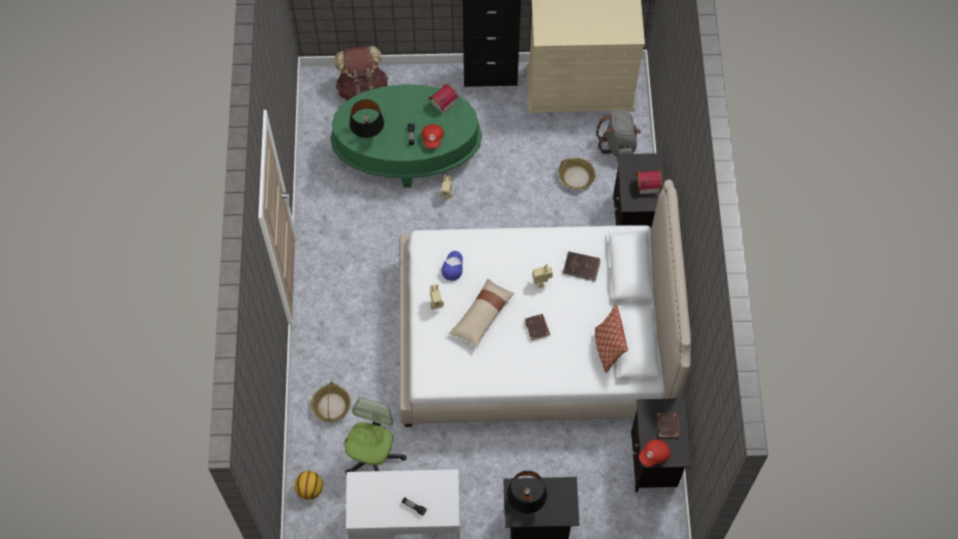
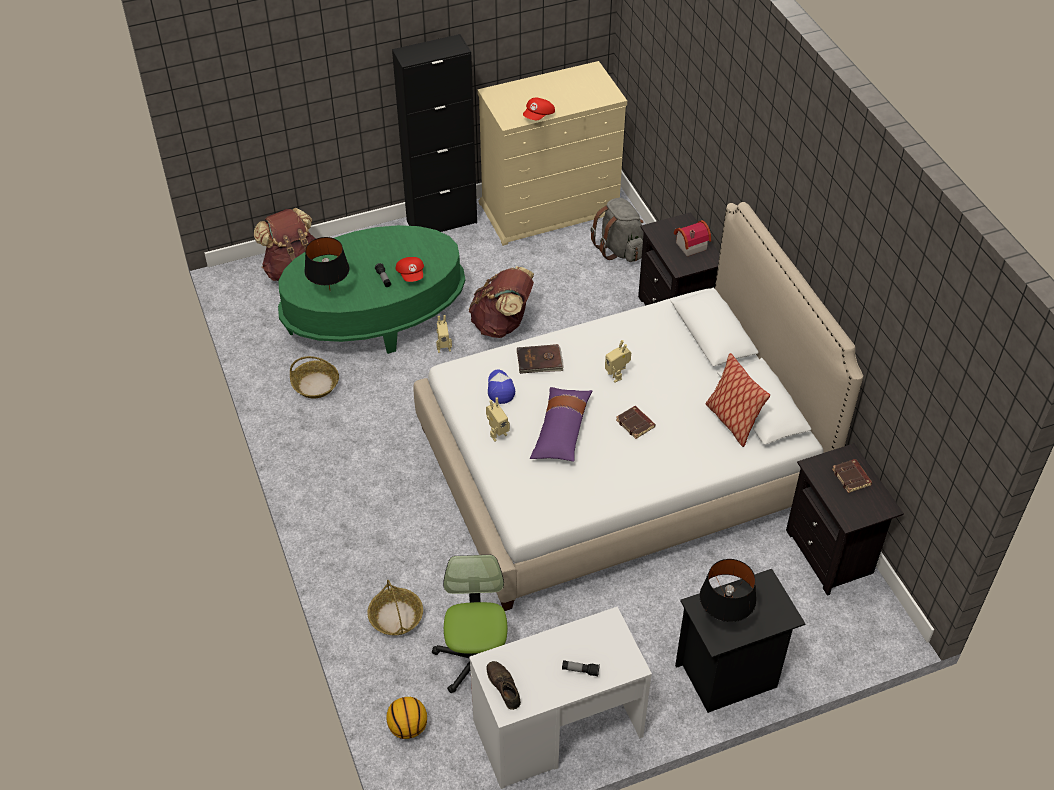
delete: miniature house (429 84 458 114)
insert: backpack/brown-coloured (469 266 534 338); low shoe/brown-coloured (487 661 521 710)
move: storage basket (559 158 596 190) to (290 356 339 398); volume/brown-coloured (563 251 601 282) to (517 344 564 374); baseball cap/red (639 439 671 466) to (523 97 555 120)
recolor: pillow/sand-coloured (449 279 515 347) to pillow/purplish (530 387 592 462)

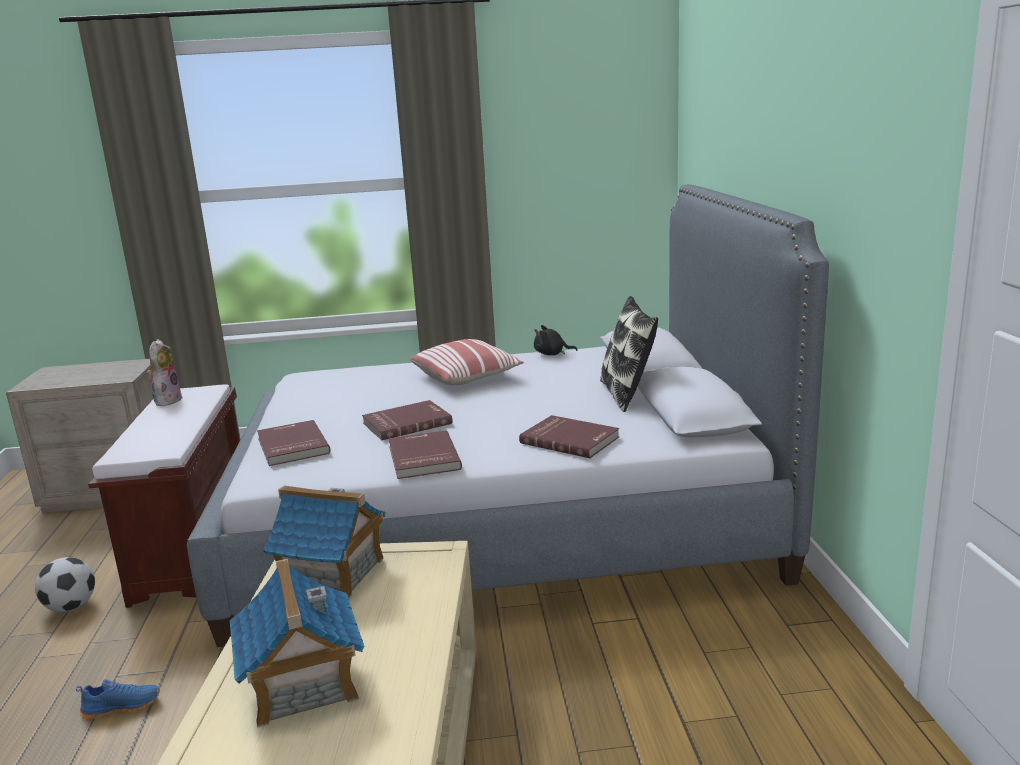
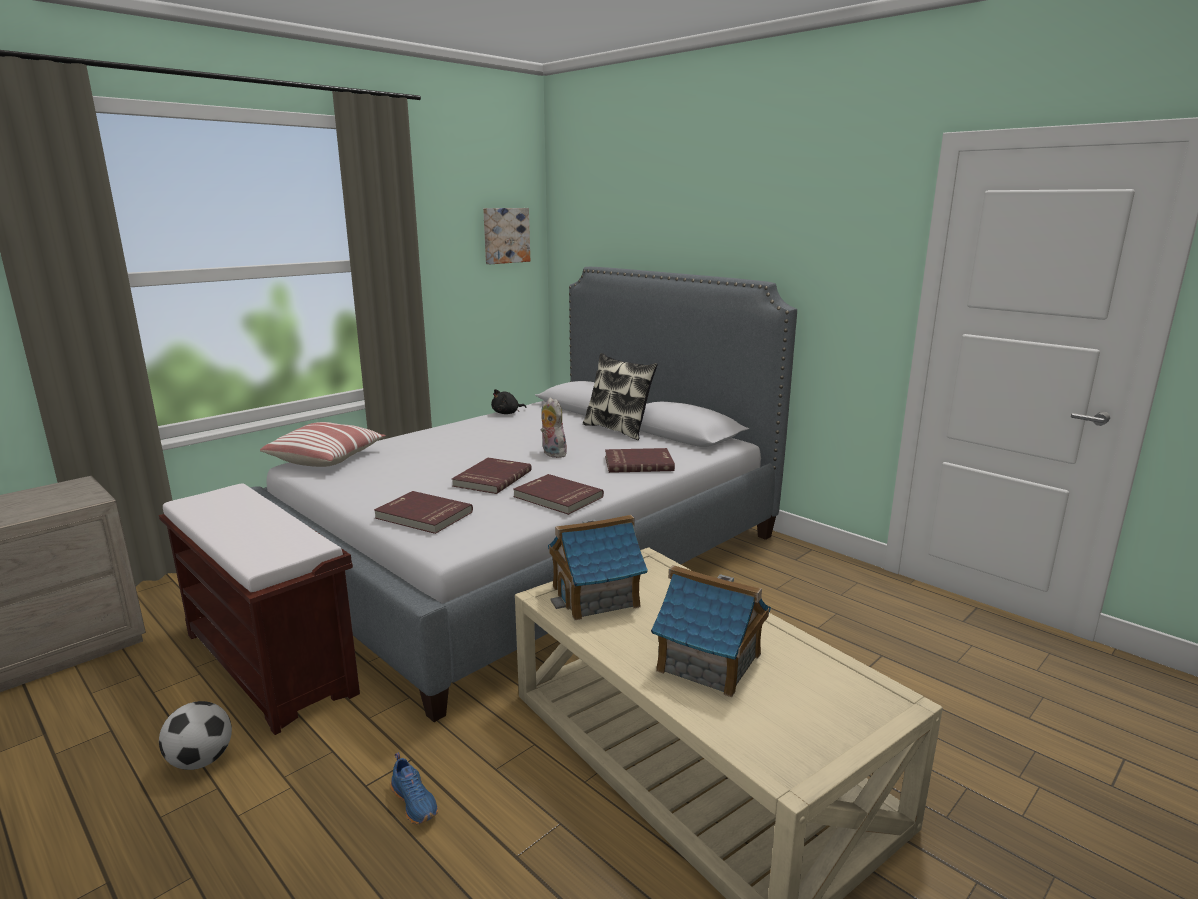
insert: picture (483 208 530 264)
move: pillow (410 339 524 385) to (260 422 386 467); plush toy (147 339 183 406) to (541 397 567 458)
rotate: low shoe/blue (76 679 160 719) = (390 753 438 825) 105 degrees clockwise

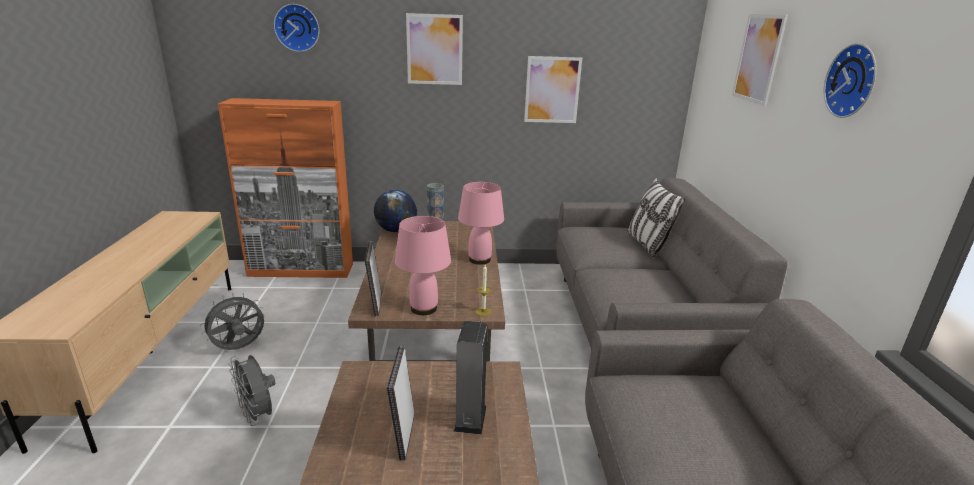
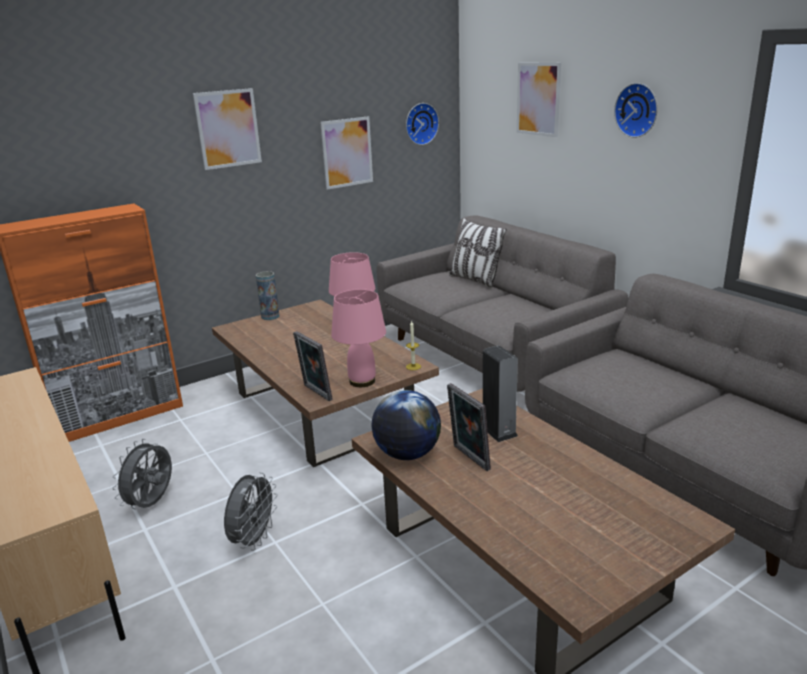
move: world globe (374 189 417 232) to (372 390 441 460); hanging clock (274 4 319 52) to (406 103 439 145)
rotate: cooling fan/greyish (229 355 276 426) = (224 472 278 551) 90 degrees counterclockwise

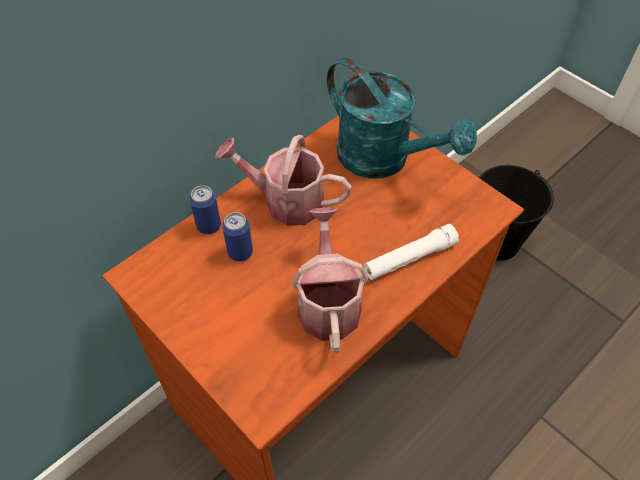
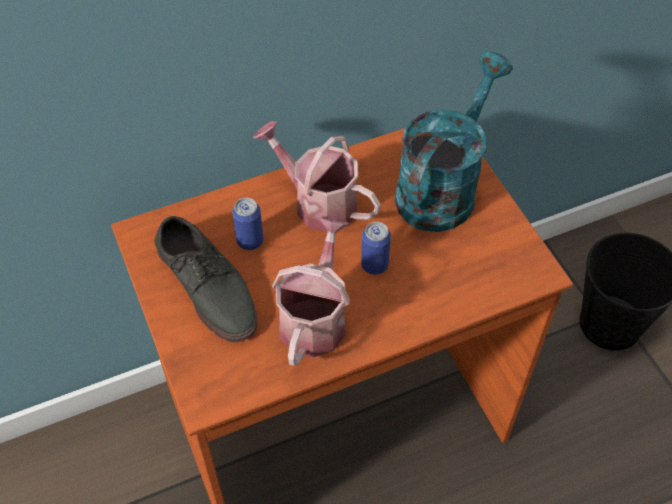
delete: flashlight/white-coloured (364 224 459 280)
insert: low shoe/greyish (154 216 258 342)
move: metal can (190 185 221 234) to (361 222 391 275)
rotate: watering can/turquoise-coloured (327 58 477 179) = (395 52 513 232) 120 degrees counterclockwise

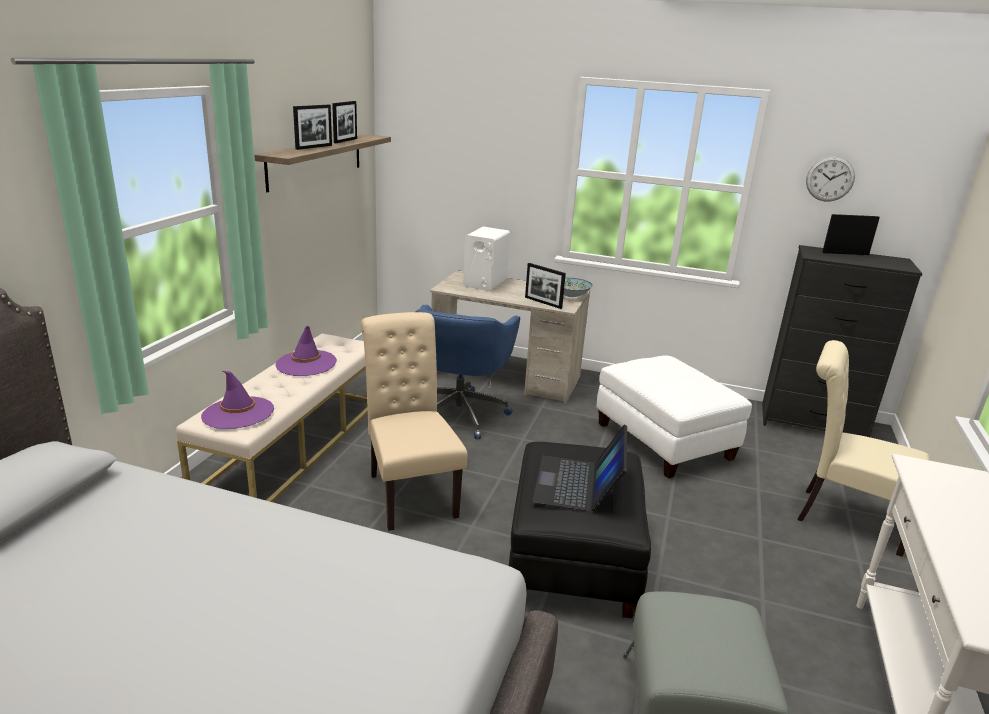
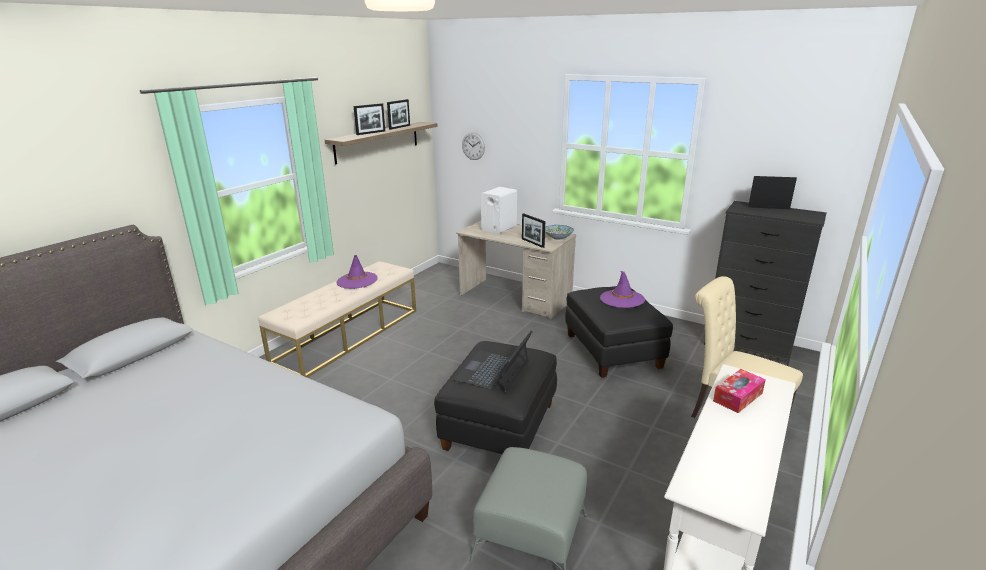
delete: upright chair/sand-coloured (361 312 467 531); desk chair/blue (415 305 520 439)
insert: tissue box (713 369 766 413)
move: hanging clock (806 156 855 202) to (462 132 485 160); wearable hat/purplish (201 371 274 429) to (600 271 645 308)
recolor: footrest/white-coloured (596 355 752 479) to footrest/black-coloured (565 286 673 378)

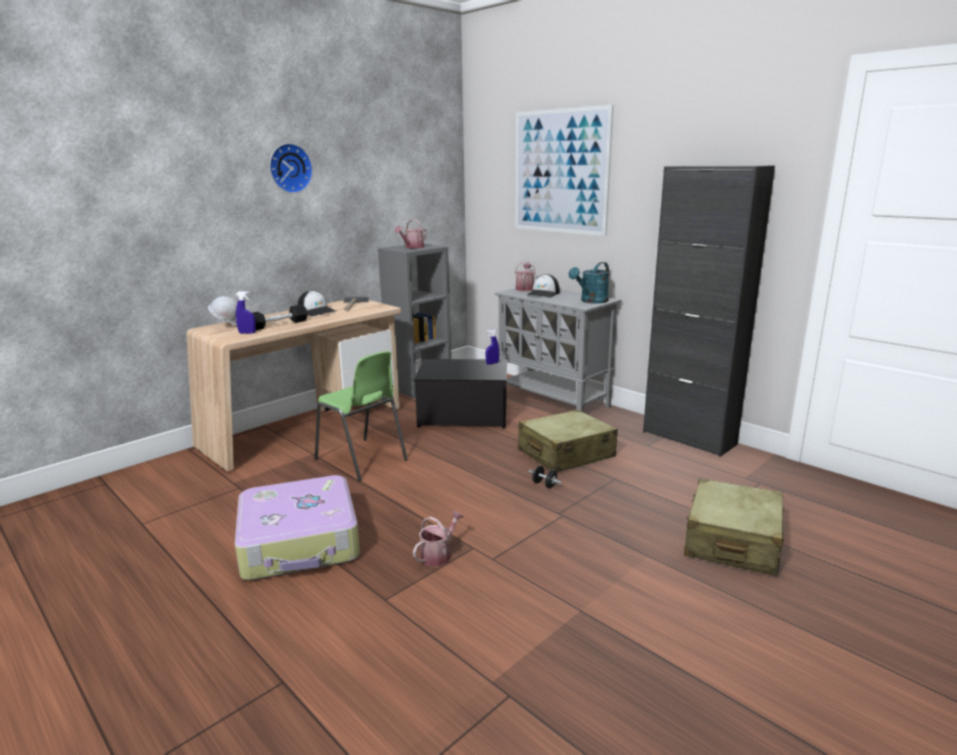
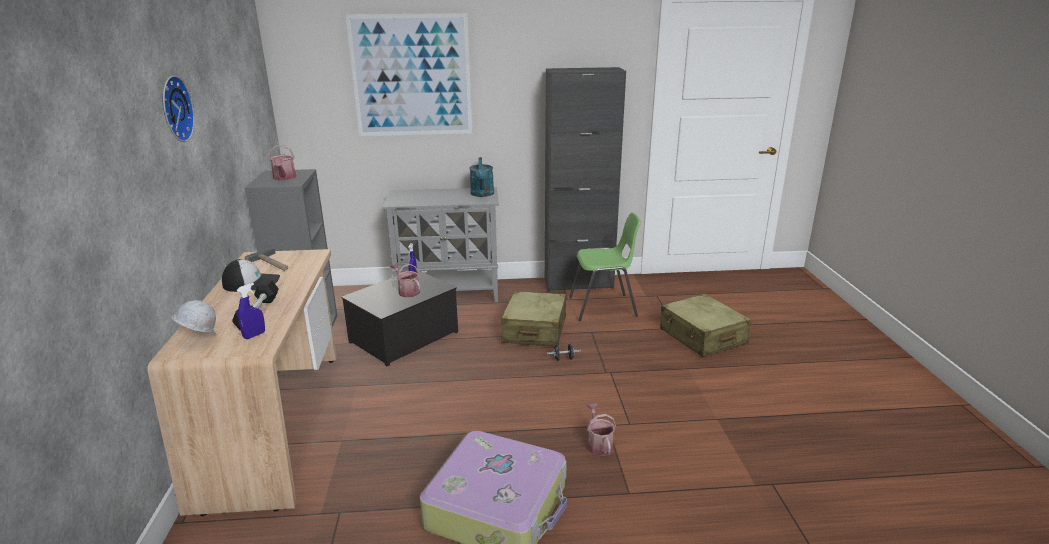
delete: baseball cap (527 274 560 298)
move: watering can (515 262 536 291) to (390 263 420 297); upright chair/green (315 351 408 481) to (569 212 641 321)

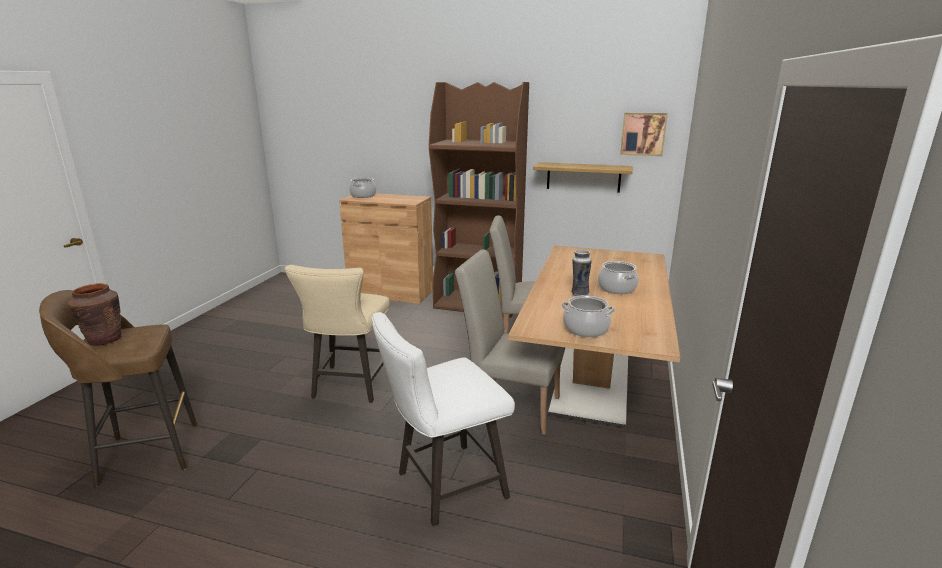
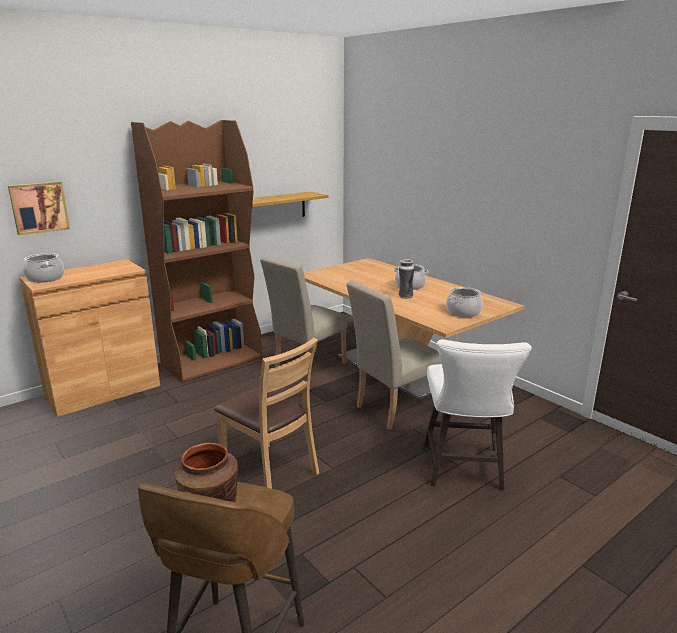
move: picture (620 113 668 156) to (8 181 70 235)
replace: stool seat/sand-coloured (285 265 390 403) to upright chair/brown-coloured (214 338 319 489)

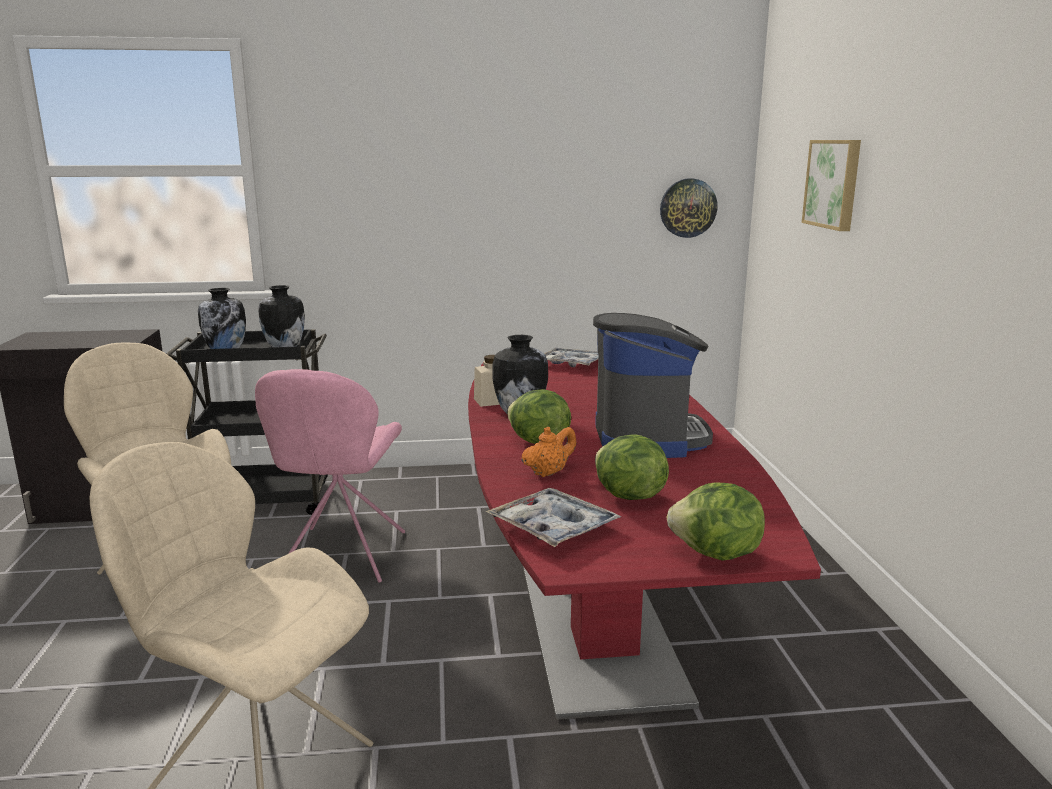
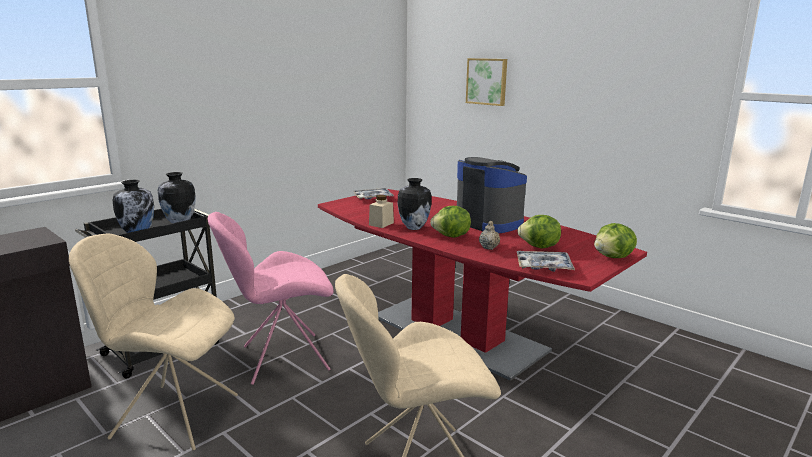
delete: hanging clock (660 178 718 238)
recolor: pot for tea/orange (521 427 576 477) to pot for tea/sand-coloured (479 221 500 250)
rotate: upright chair/pink-coloured (255 369 405 583) = (207 212 334 385) 105 degrees clockwise

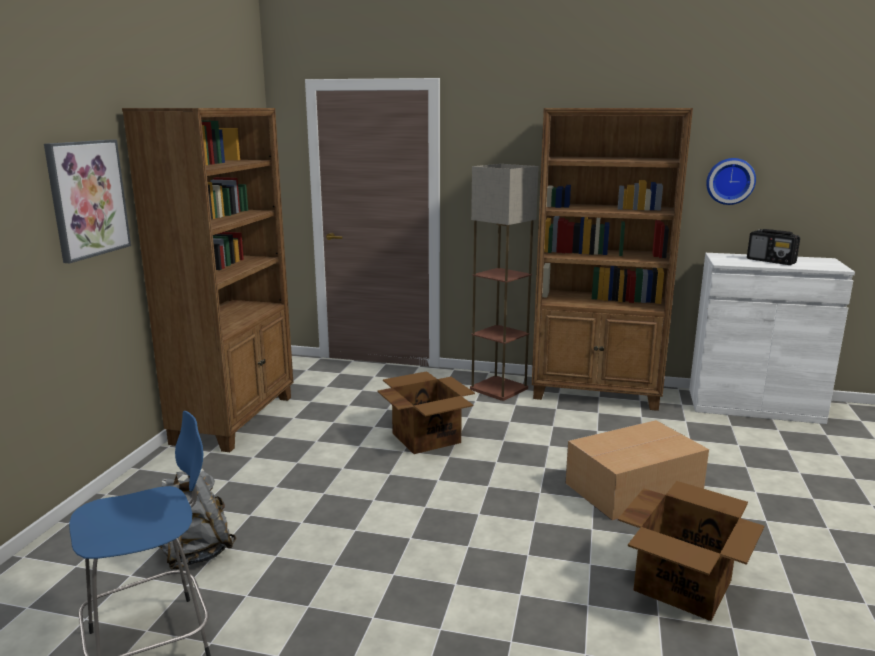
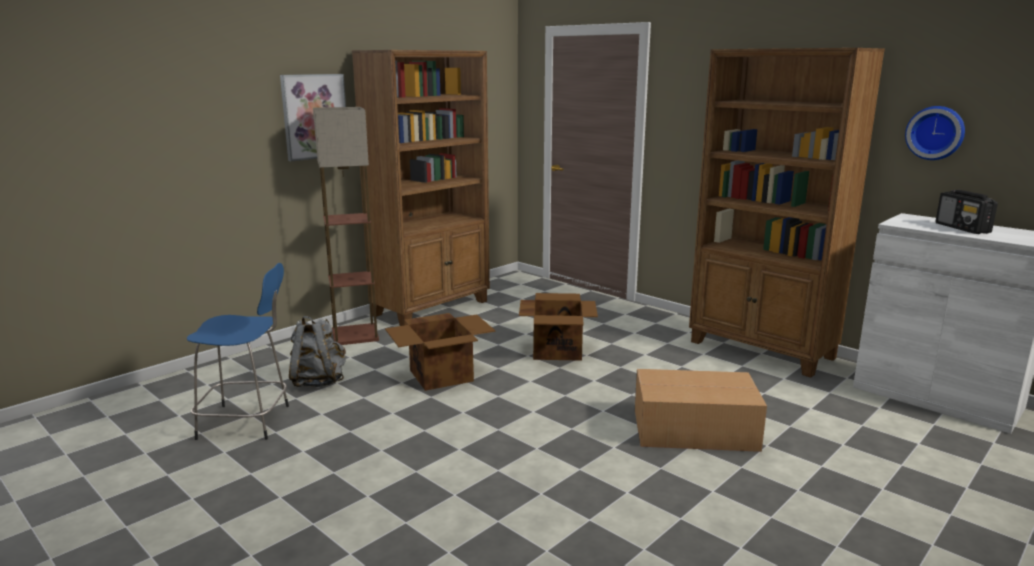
move: standard lamp (470 164 539 401) to (313 107 379 345); packing box (618 481 764 621) to (385 313 495 391)

